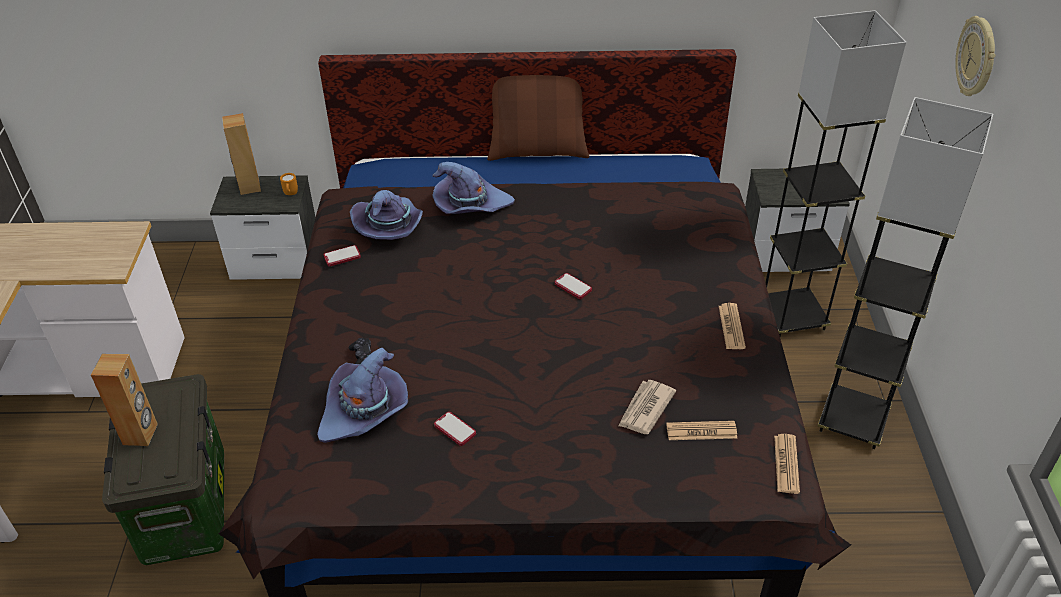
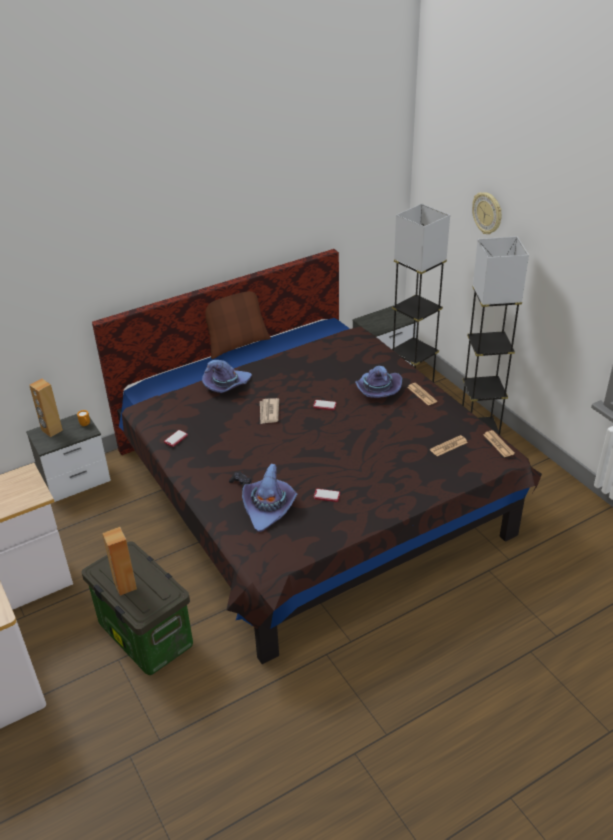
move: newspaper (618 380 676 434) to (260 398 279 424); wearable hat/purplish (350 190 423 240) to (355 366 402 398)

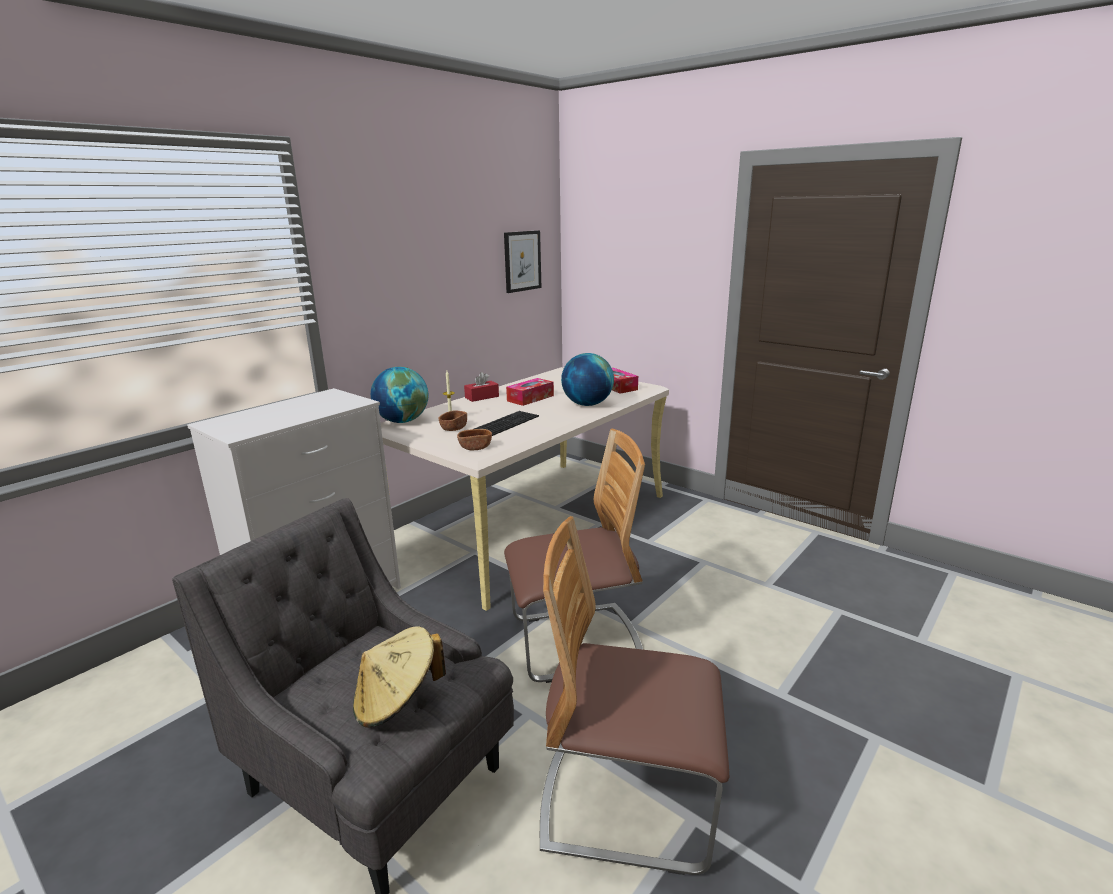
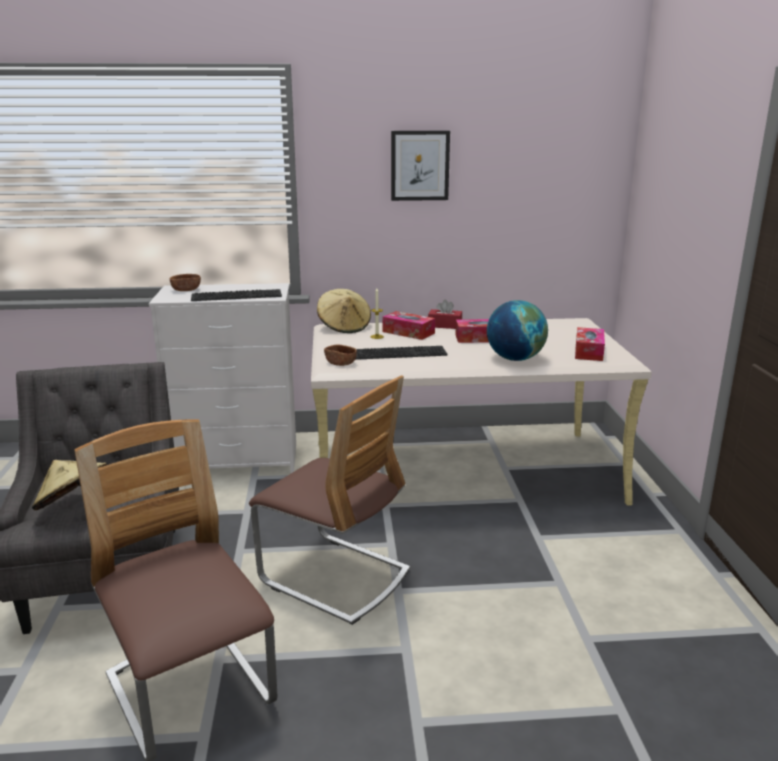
insert: computer keyboard (191 289 282 301); tissue box (383 311 435 340)
move: bowl/brown-coloured (439 410 467 431) to (170 274 201 291); picture (504 230 541 293) to (391 131 450 201)
replace: world globe (371 367 428 423) to wearable hat/sand-coloured (317 289 371 333)

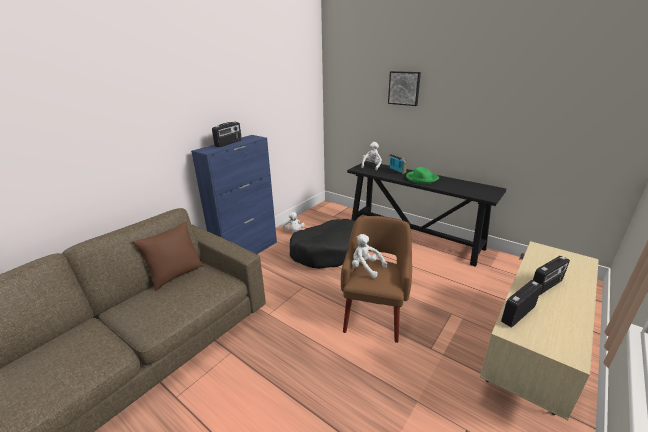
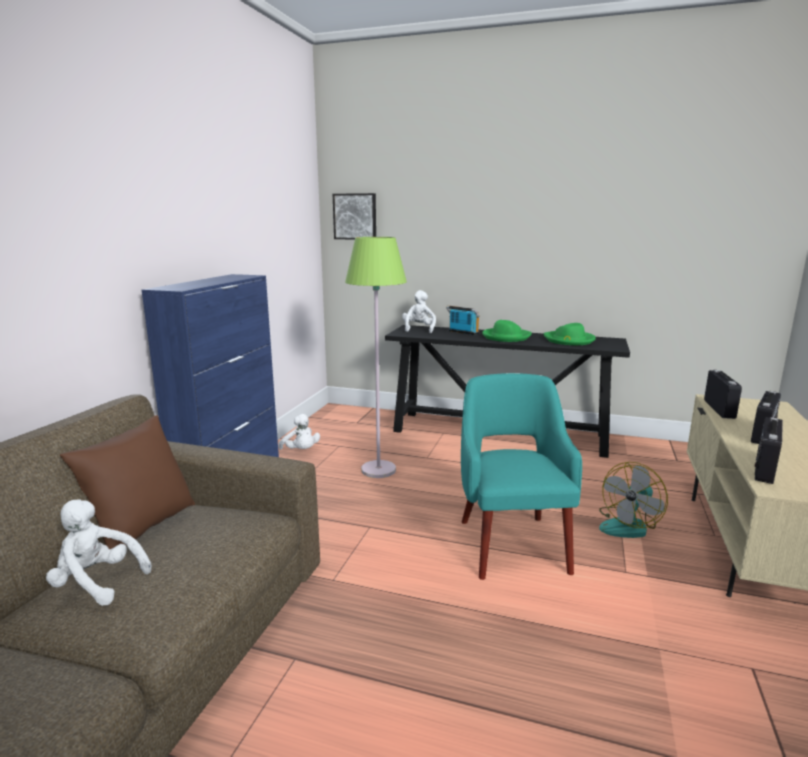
insert: wearable hat/green (544 323 596 345); cooling fan (599 462 668 538)
move: plush toy/white-coloured (352 234 387 278) to (46 499 152 606); picture (388 71 421 106) to (333 193 376 240); radio set (212 122 242 147) to (704 370 742 419)
replace: dog cushion/black-coloured (289 219 355 269) to standard lamp/green (345 237 407 478)
recolor: armchair/brown-coloured (341 216 412 343) to armchair/turquoise-coloured (461 373 582 580)

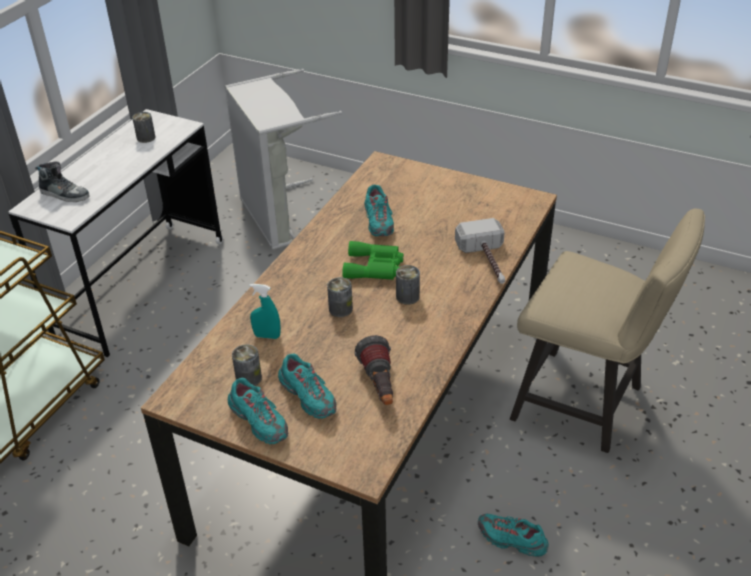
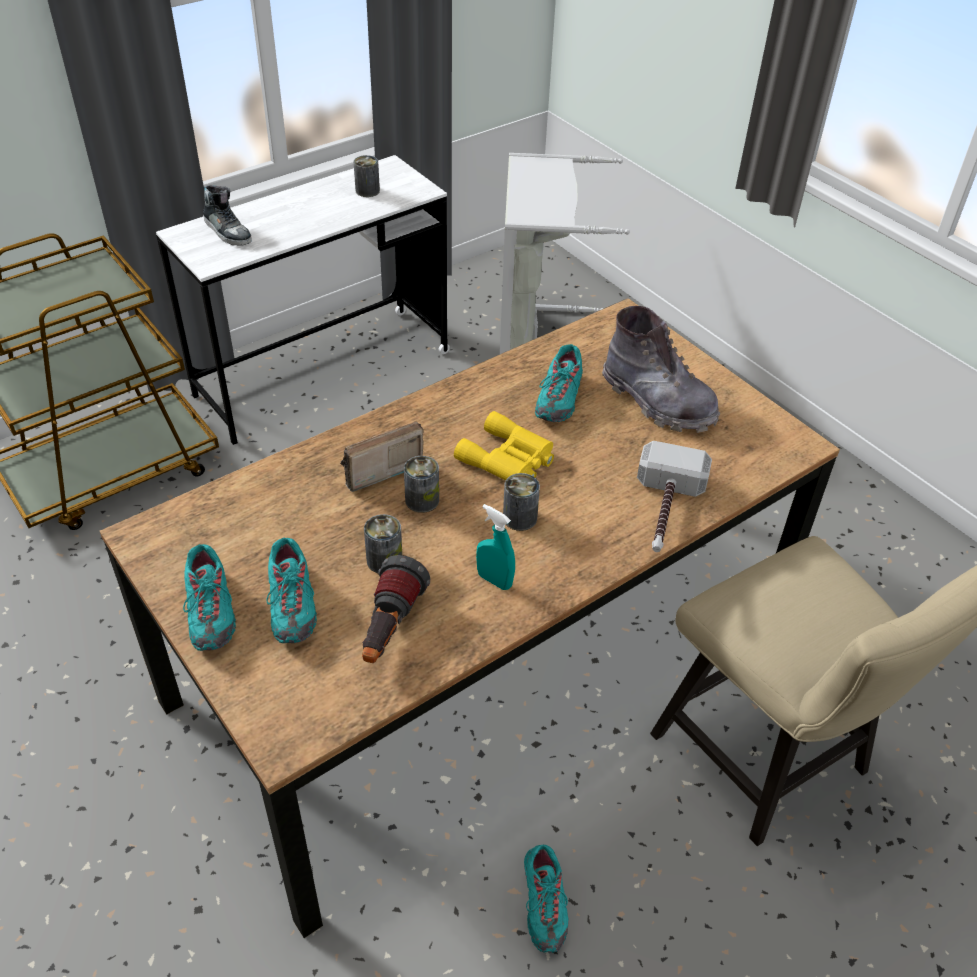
insert: radio set (340 422 424 492); boot/greyish (602 306 720 433)
move: metal can (232 344 262 386) to (364 514 402 573); sprayer/turquoise-coloured (249 284 281 339) to (476 504 515 590)
recolor: binoculars/green (342 241 403 280) to binoculars/yellow (454 411 554 481)
rotate: low shoe/turquoise-coloured (478 514 549 557) = (524 845 568 953) 150 degrees counterclockwise

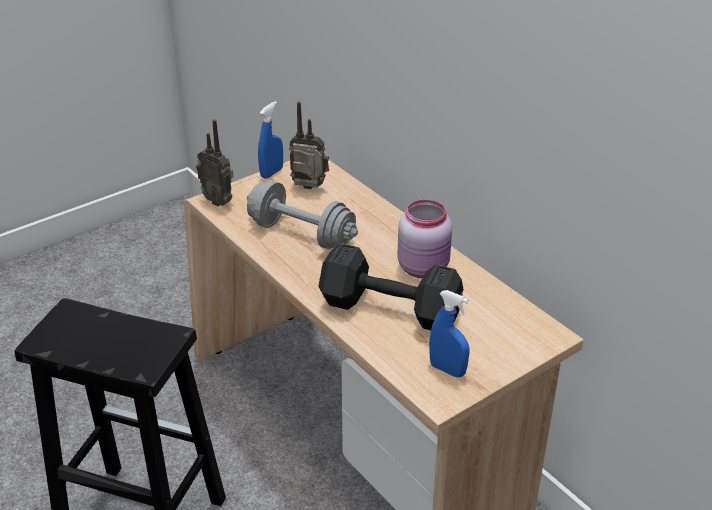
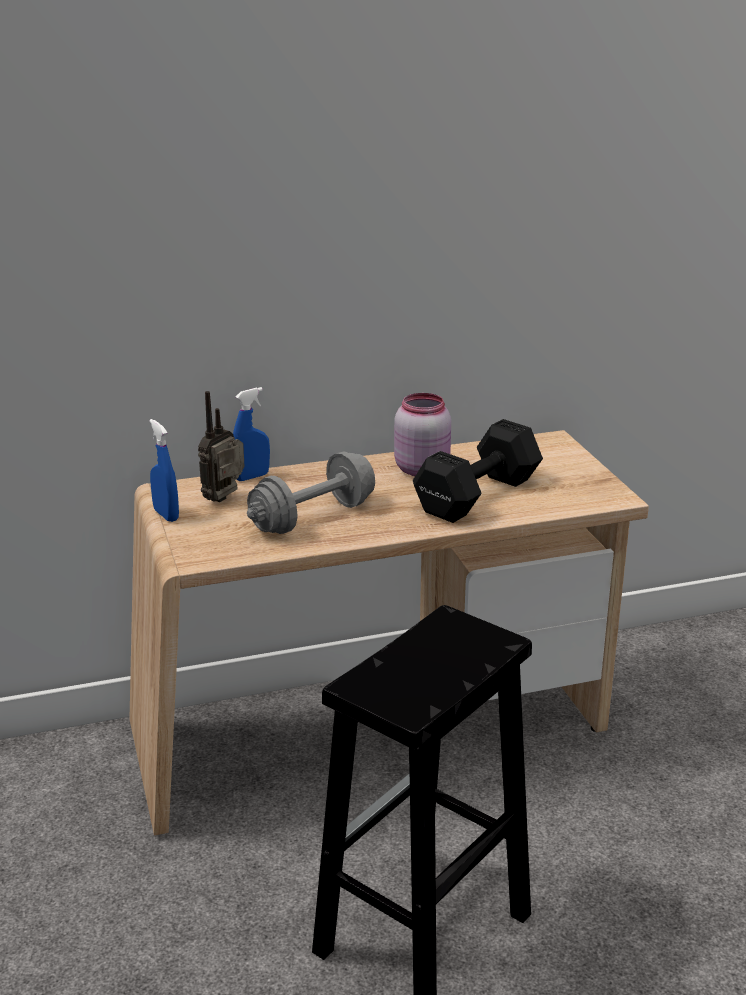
delete: radio set (196 119 233 206)
move: sprayer/blue (429 290 469 377) to (233 387 270 481)

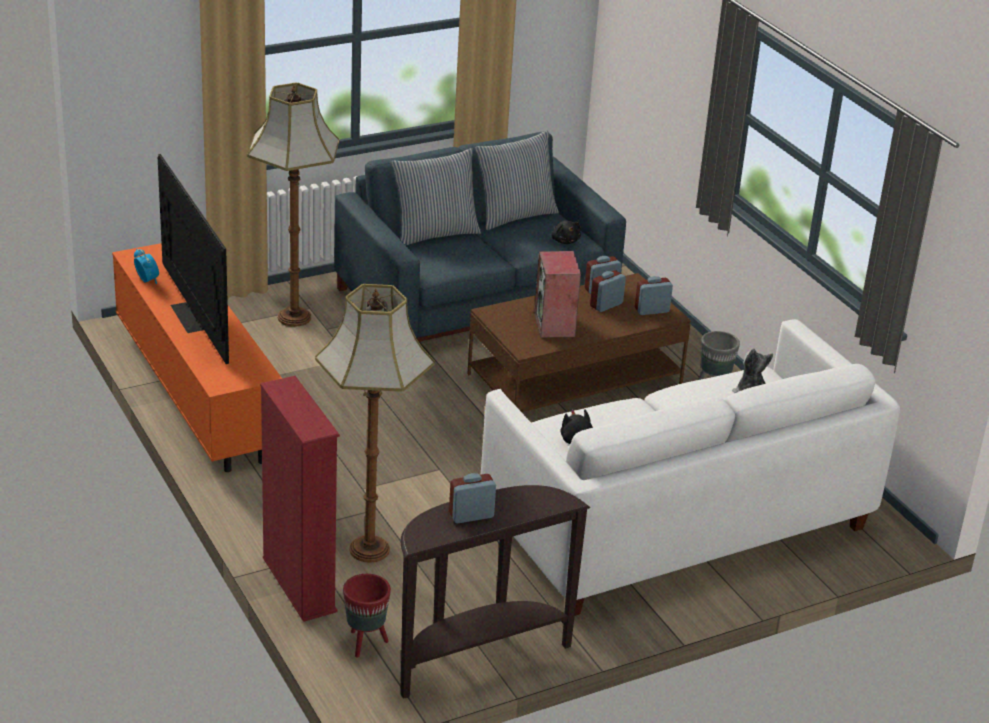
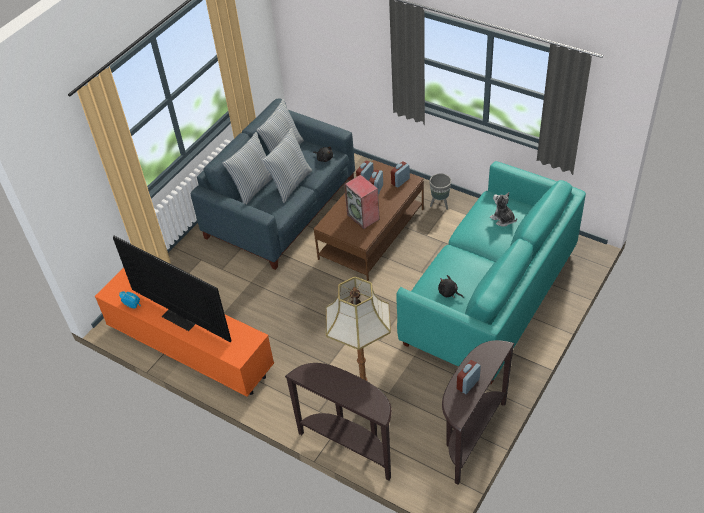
delete: standard lamp (247 83 339 327); plant pot/red (343 574 391 658)
insert: pillow (262 128 312 203)
replace: bookshelf/red (260 376 340 622) to console table/brown-coloured (285 363 392 481)
recolor: couch/white-coloured (481 319 900 616) to couch/turquoise-coloured (397 161 586 384)

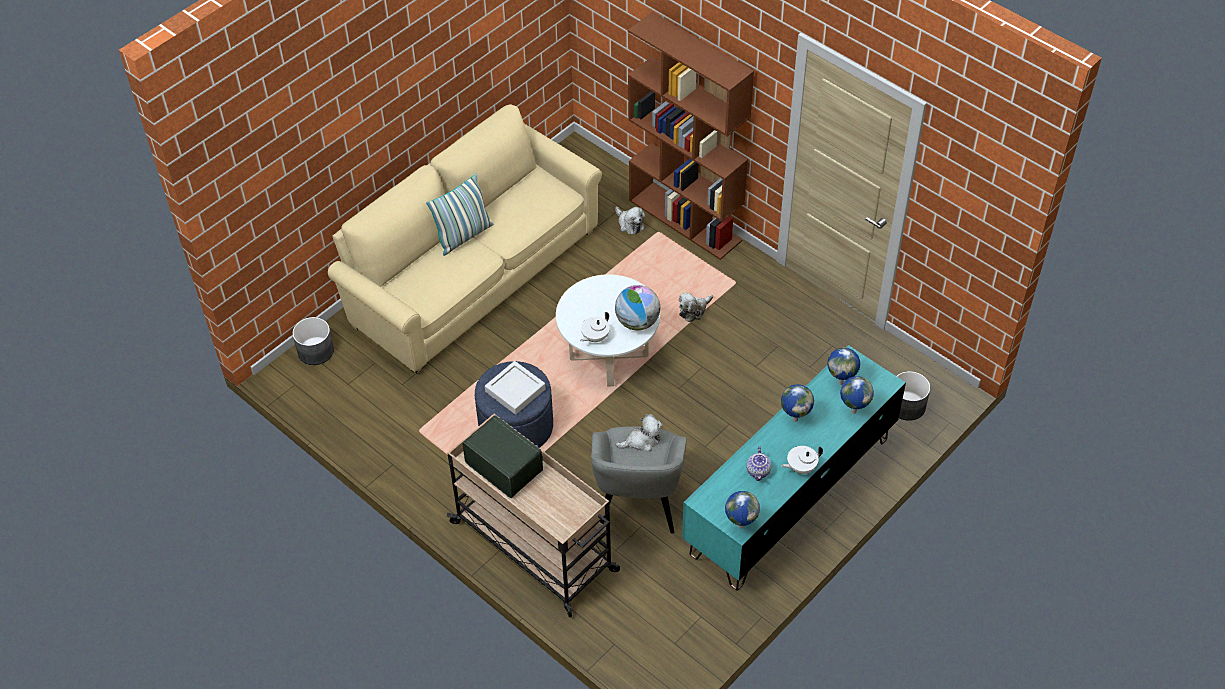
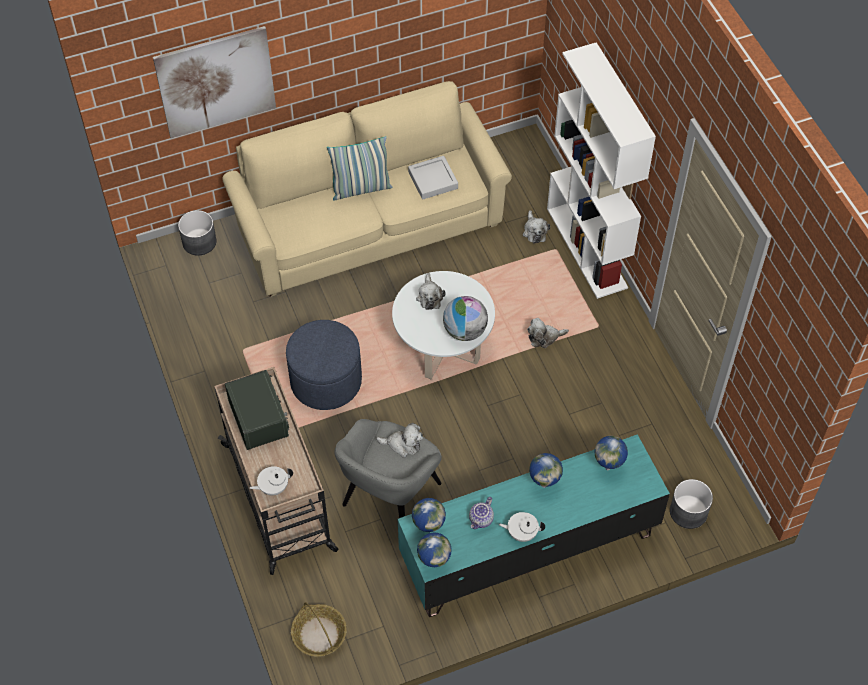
insert: picture (153 26 276 138); storage basket (291 602 347 656); plush toy (416 273 446 310)
move: pot for tea/white-coloured (580 312 610 342) to (250 466 293 496); serving tray/greyish (485 361 545 415) to (408 156 458 200); world globe (840 376 874 414) to (412 498 446 532)
recolor: bookshelf/brown-coloured (628 12 754 260) to bookshelf/white-coloured (547 42 656 299)

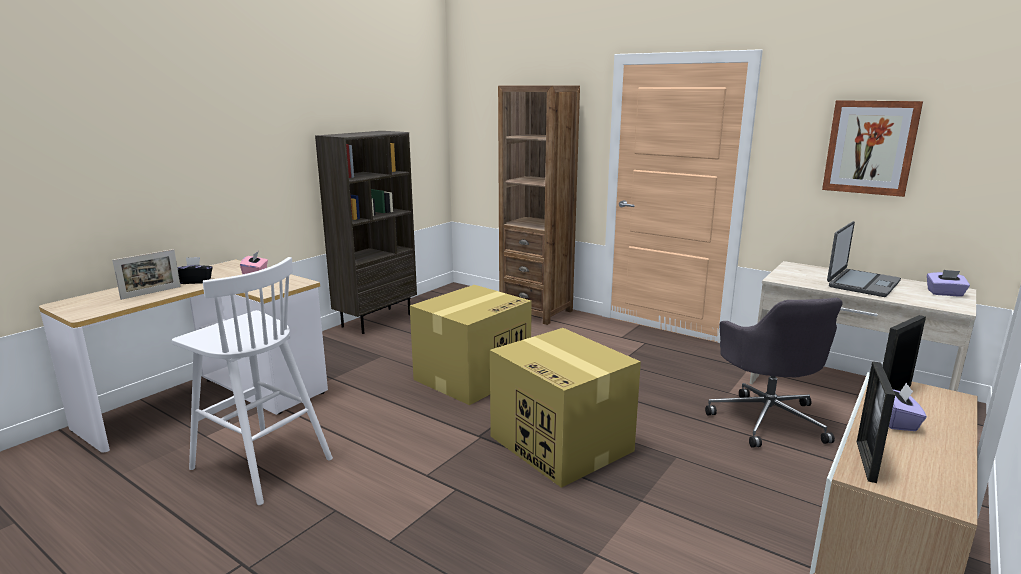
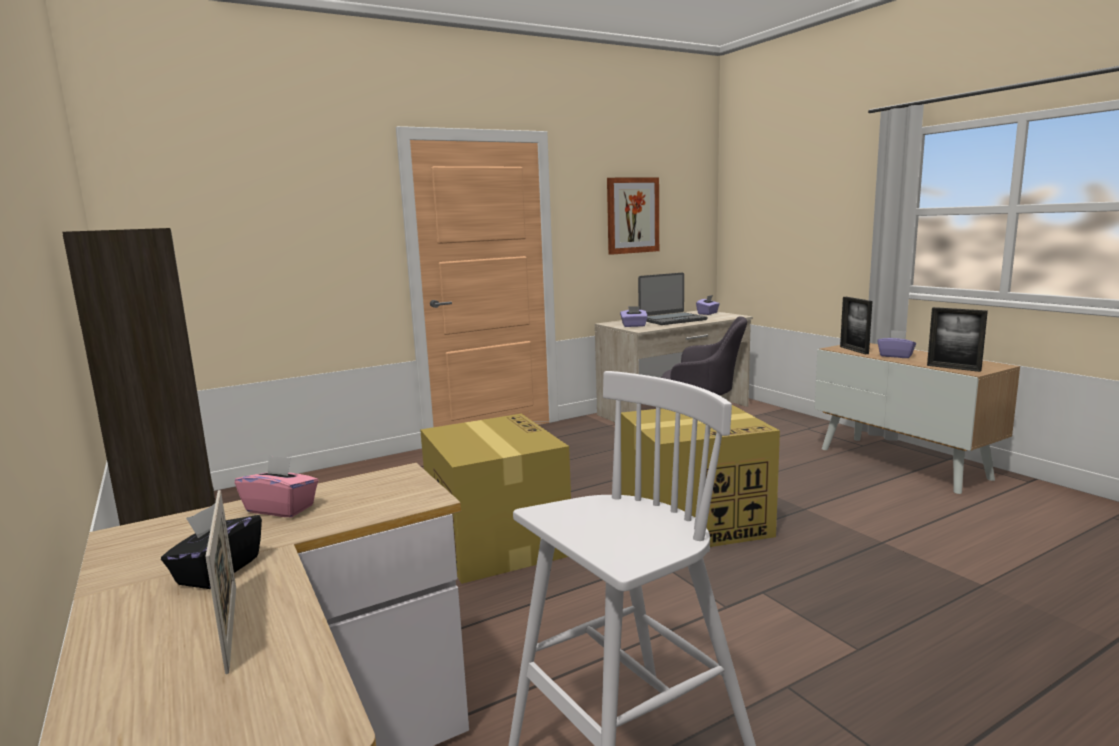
delete: bookshelf/brown-coloured (498 85 580 325)
insert: tissue box/purplish (620 306 648 327)
rotate: notebook computer (827 221 901 297) = (638 273 707 325) 90 degrees clockwise

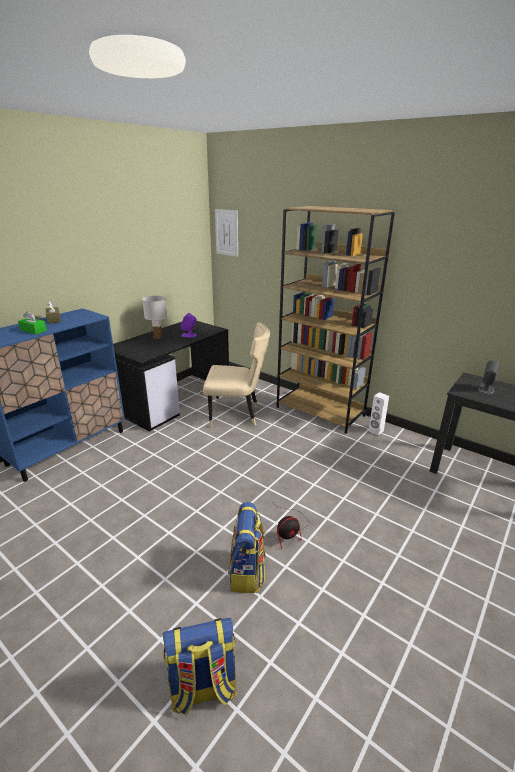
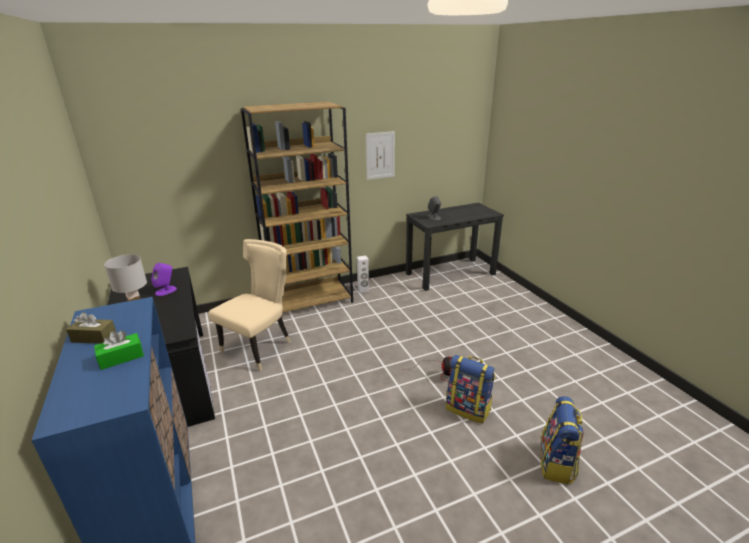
move: picture (215 209 238 257) to (366 131 395 180)

